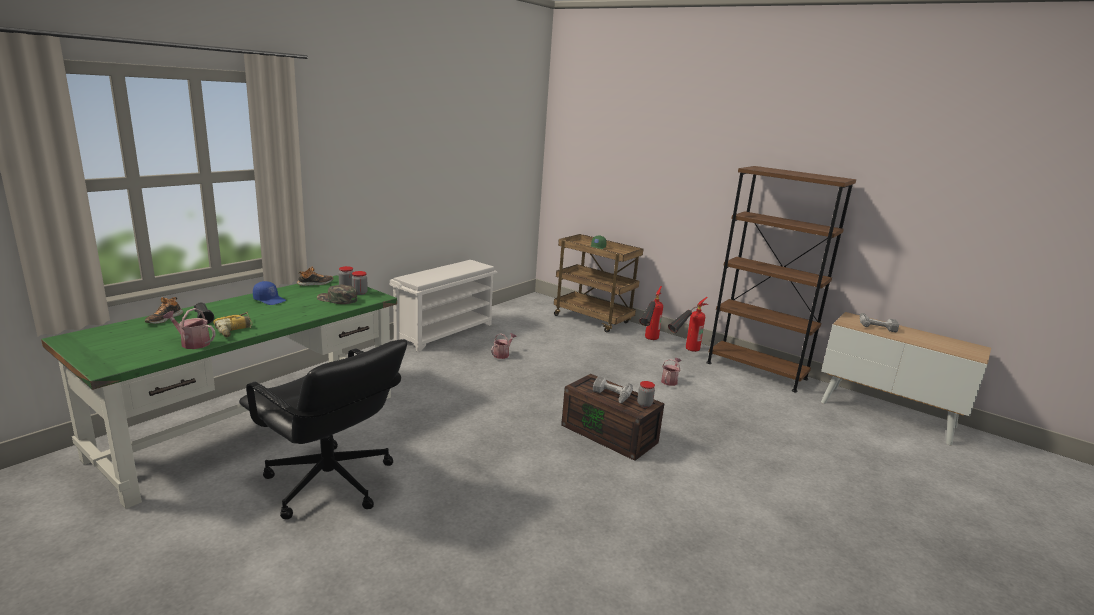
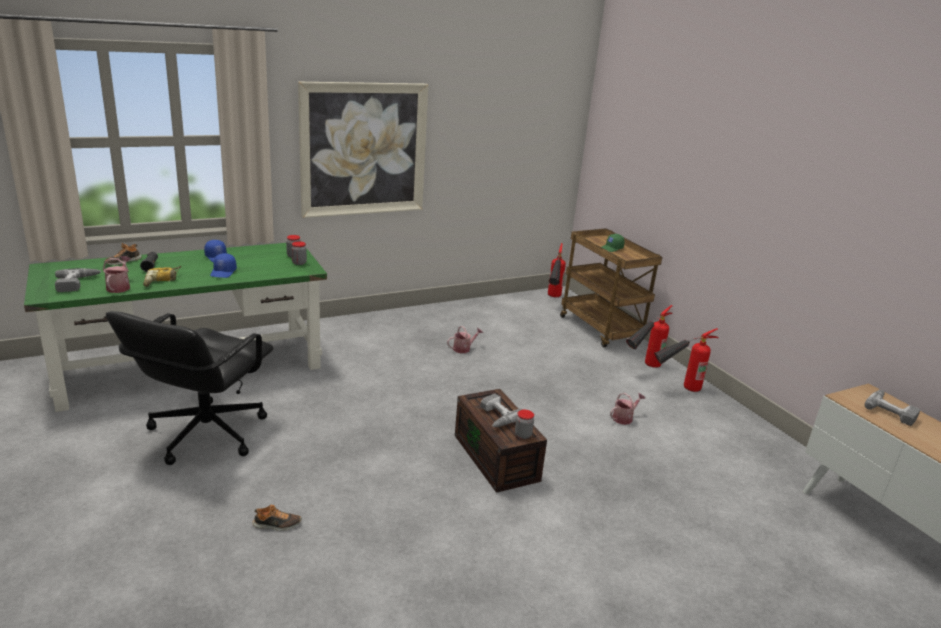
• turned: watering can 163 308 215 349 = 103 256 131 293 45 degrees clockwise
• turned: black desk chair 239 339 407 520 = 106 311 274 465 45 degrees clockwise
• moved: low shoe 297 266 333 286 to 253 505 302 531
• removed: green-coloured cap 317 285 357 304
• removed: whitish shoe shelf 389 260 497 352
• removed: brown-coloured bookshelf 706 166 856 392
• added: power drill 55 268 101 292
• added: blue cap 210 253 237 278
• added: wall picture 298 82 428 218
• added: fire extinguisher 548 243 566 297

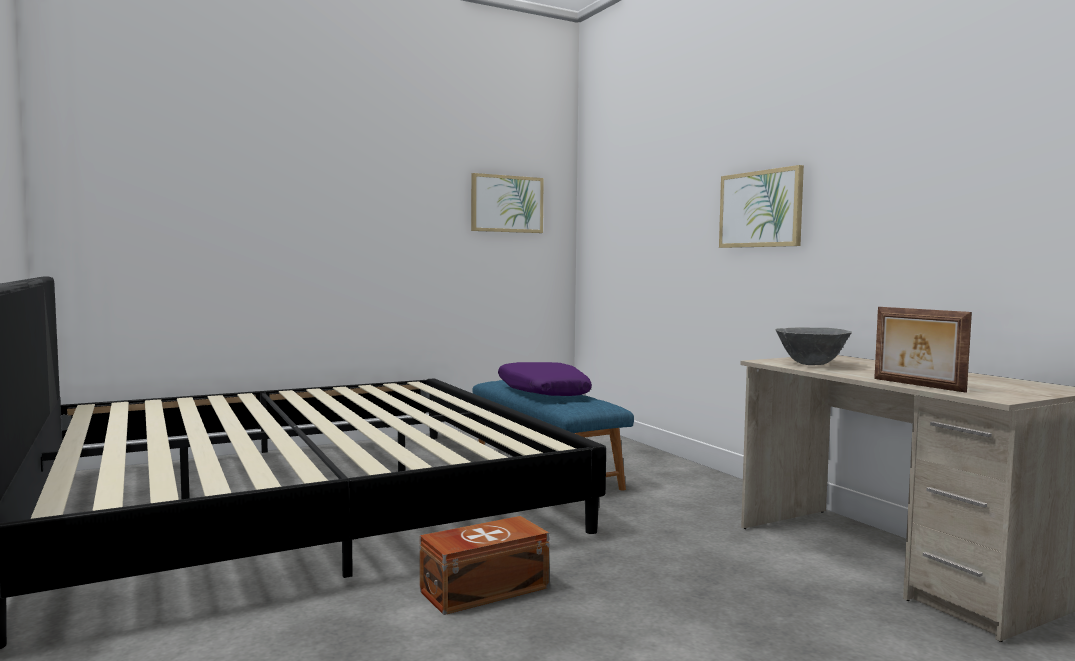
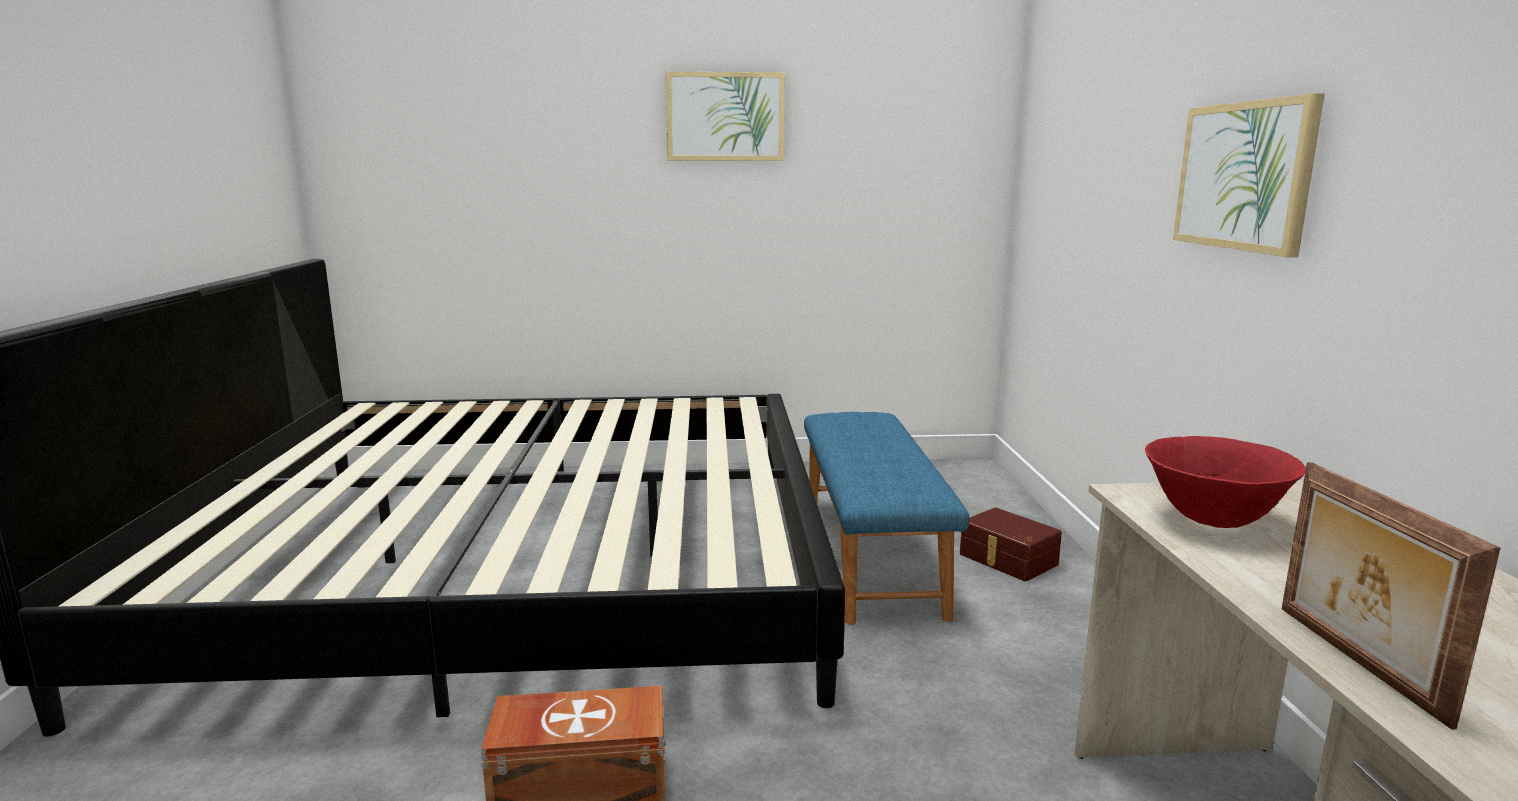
• moved: wall picture 471 173 544 233 to 665 72 785 161
• removed: purple throw pillow 498 362 592 396
• recoloured: gray deep dish 776 327 852 365 to red deep dish 1145 436 1306 528
• added: brown-coloured storage box 960 507 1062 581

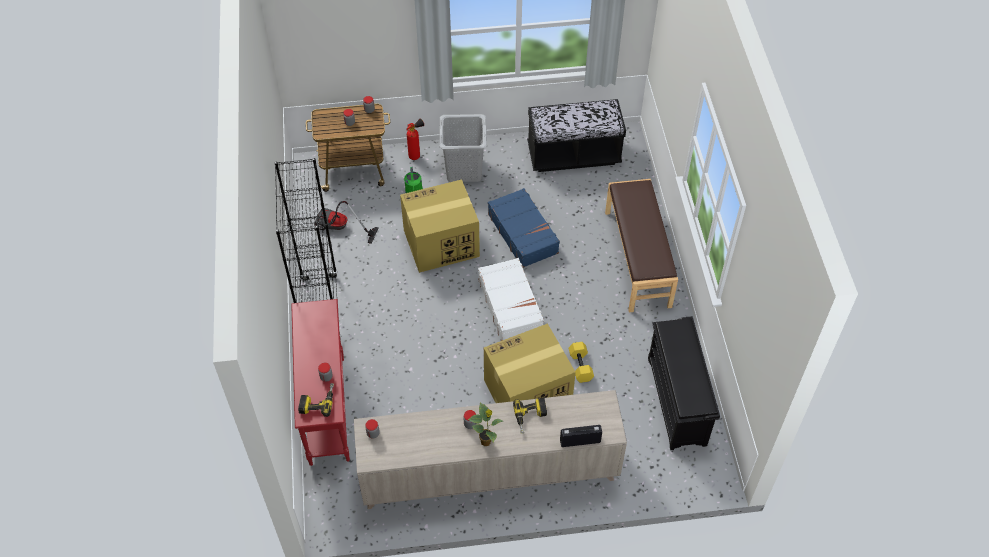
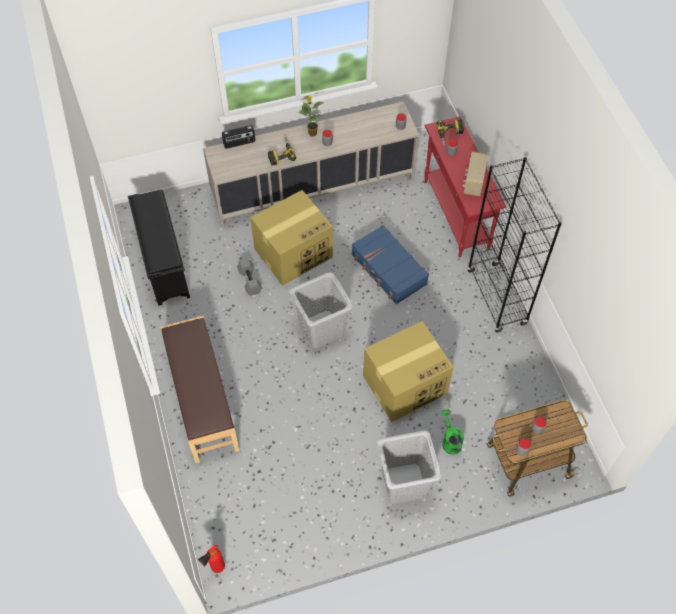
• removed: vacuum 316 201 379 244
• moved: fire extinguisher 407 119 424 160 to 198 544 225 573
• replaced: whitish piece of luggage 478 258 544 341 to gray laundry basket 289 272 353 348
• moved: blue piece of luggage 488 188 560 268 to 352 225 429 304
• removed: black indoor bench 527 99 626 172
• recoloured: yellowish hand weight 568 342 594 383 to gray hand weight 237 259 262 296
• added: radio receiver 463 151 488 197

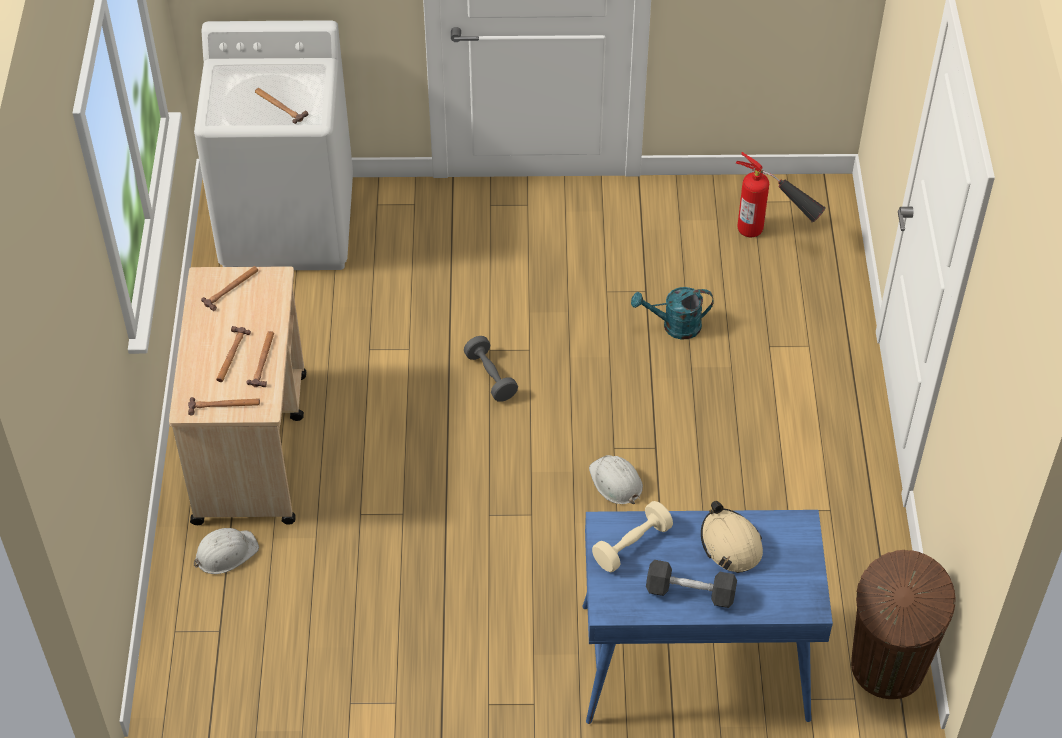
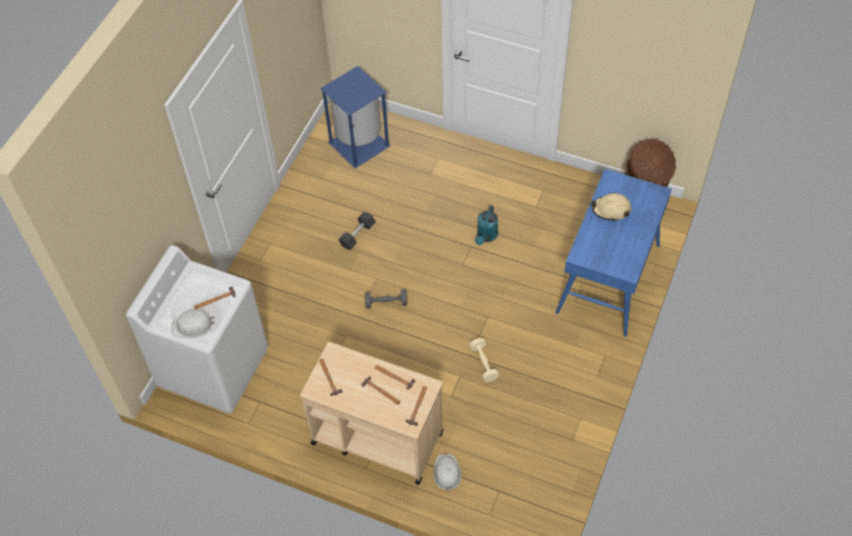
• moved: whitish hard hat 589 455 643 504 to 171 310 214 338
• moved: sand-coloured hand weight 592 501 673 572 to 469 338 499 382
• moved: turquoise-coloured watering can 631 287 714 340 to 475 205 498 245
• moved: black hand weight 646 560 737 608 to 338 212 375 250
• replaced: fire extinguisher 736 152 826 237 to blue rubbish bin 320 66 391 168

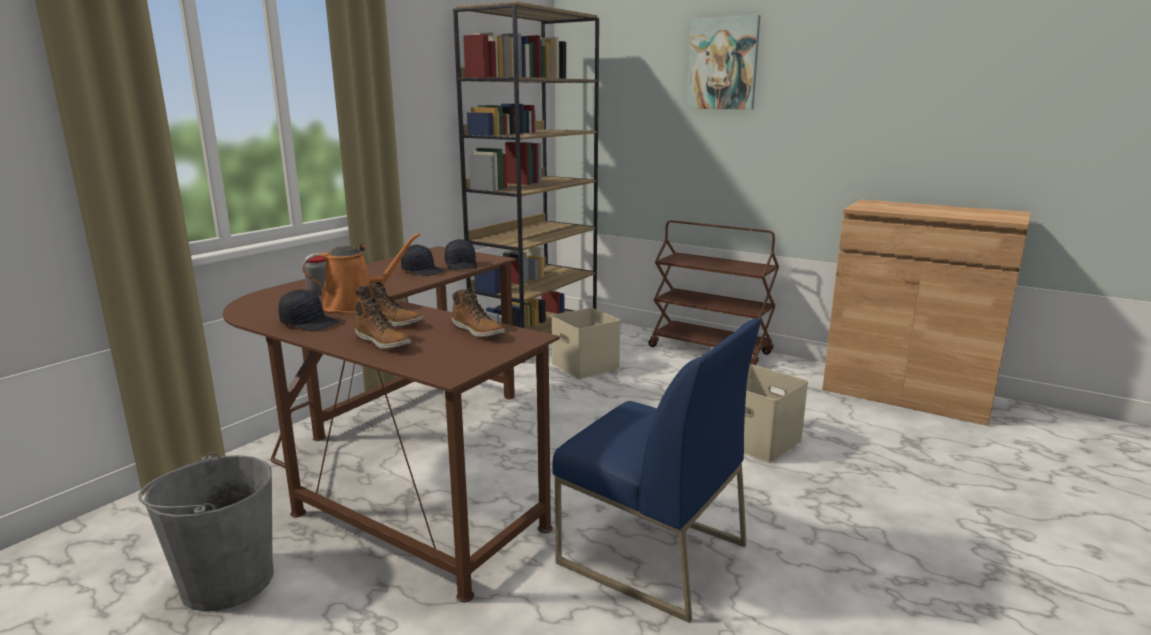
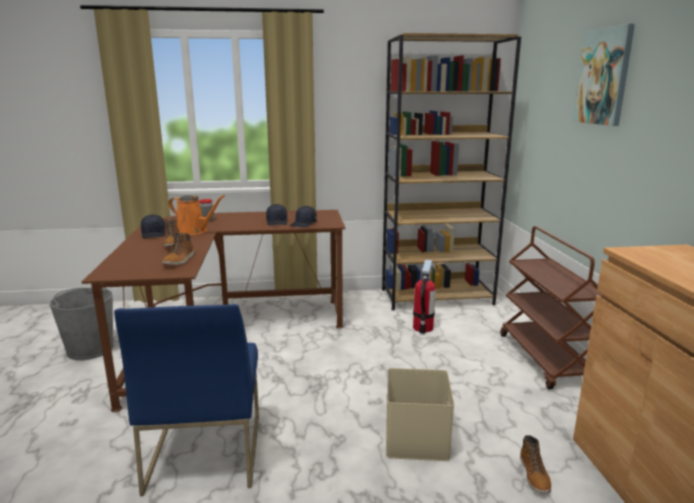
• moved: boot 355 297 411 349 to 520 435 551 494
• replaced: sand-coloured storage box 551 308 621 379 to fire extinguisher 413 260 440 334

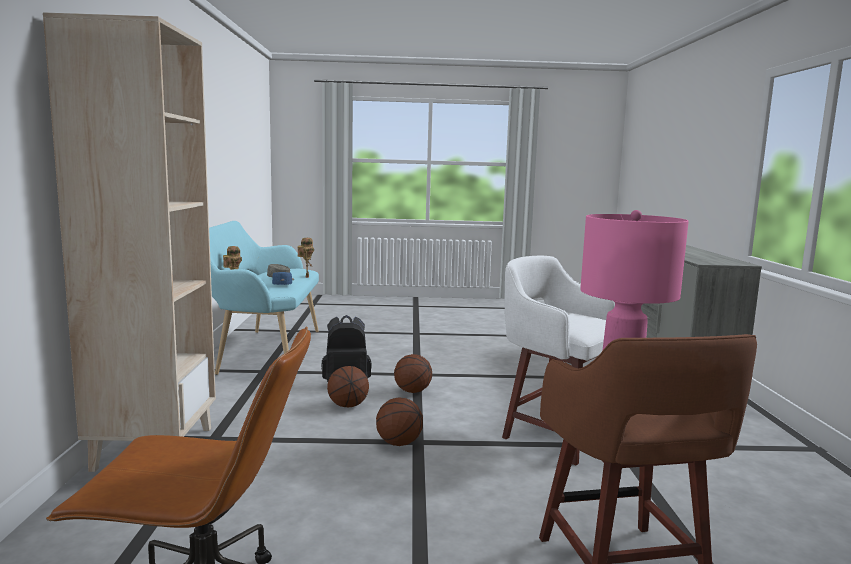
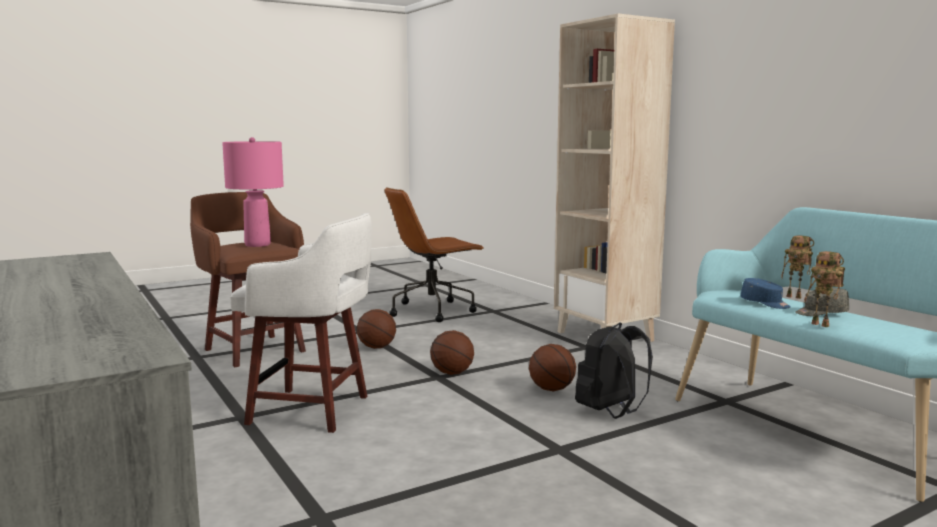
• moved: basketball ball 394 354 432 393 to 357 309 396 349

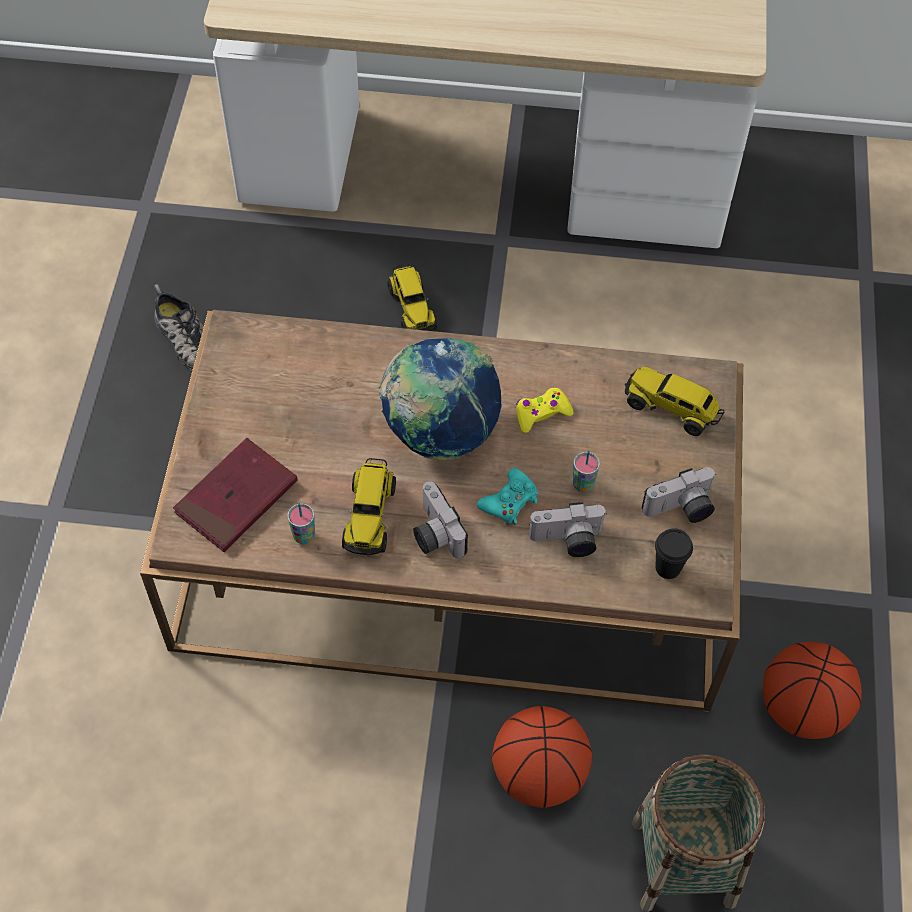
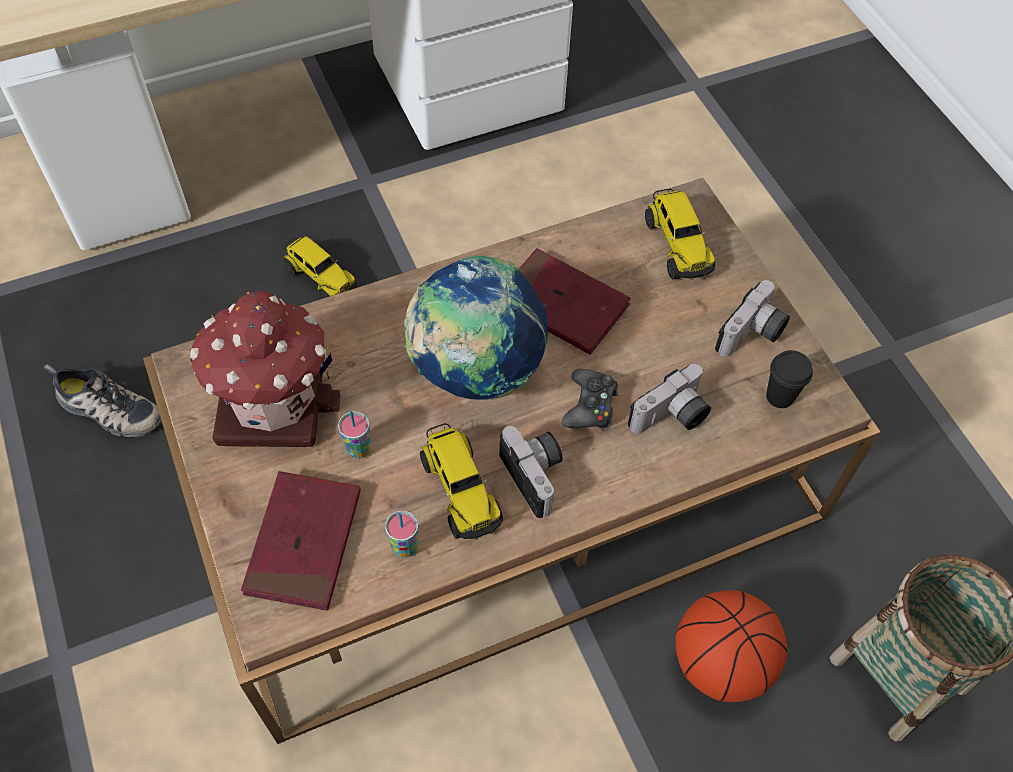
• turned: photo camera 413 481 468 558 = 499 426 563 518 150 degrees counterclockwise
• recoloured: turquoise-coloured game controller 476 468 538 524 to black game controller 562 369 618 428
• replaced: yellowish game controller 516 387 573 433 to red bound book 520 248 630 355
• moved: drinking cup 573 451 600 493 to 338 411 371 459
• turned: toy truck 625 366 724 436 = 645 188 715 280 105 degrees counterclockwise
• removed: basketball ball 763 642 862 739
• added: model house 190 291 341 447

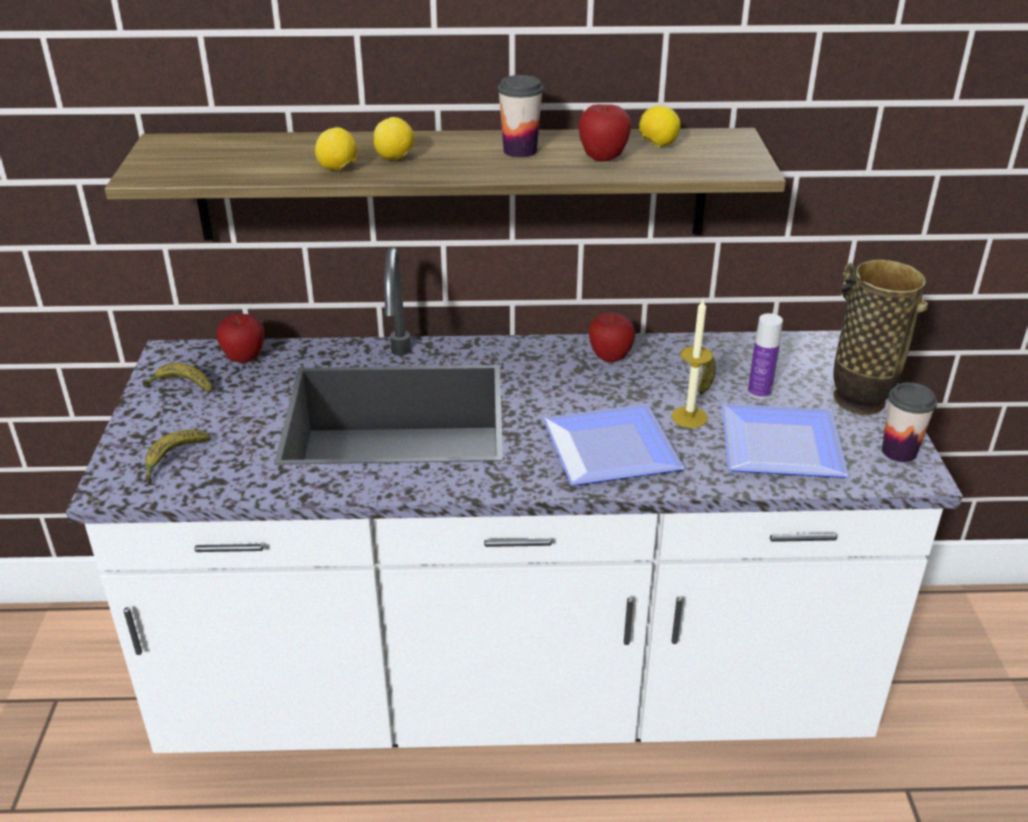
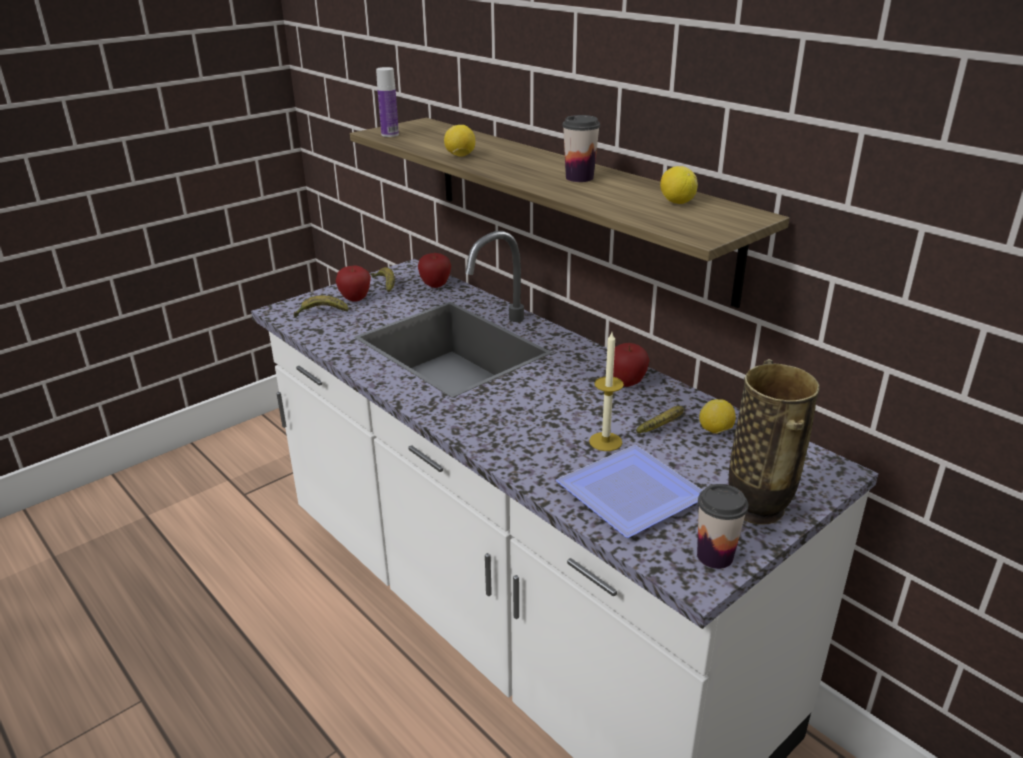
• moved: citrus fruit 374 117 415 160 to 699 399 736 434
• removed: dinner plate 543 404 684 485
• moved: apple fruit 578 104 632 161 to 336 265 371 302
• moved: bottle 748 313 783 399 to 376 67 399 137

